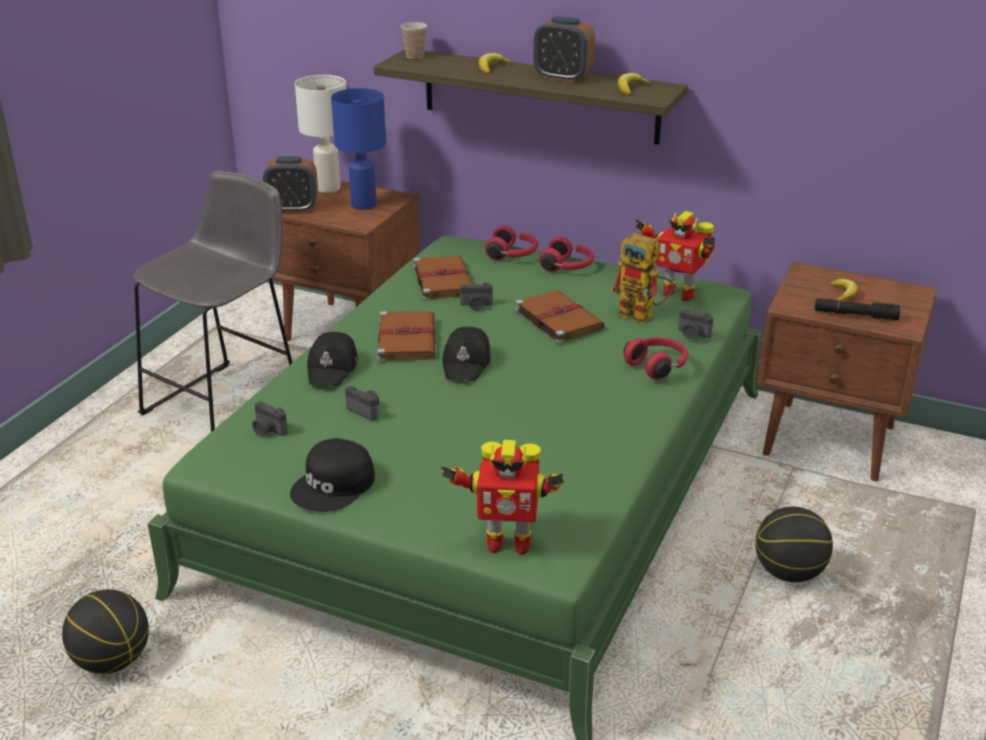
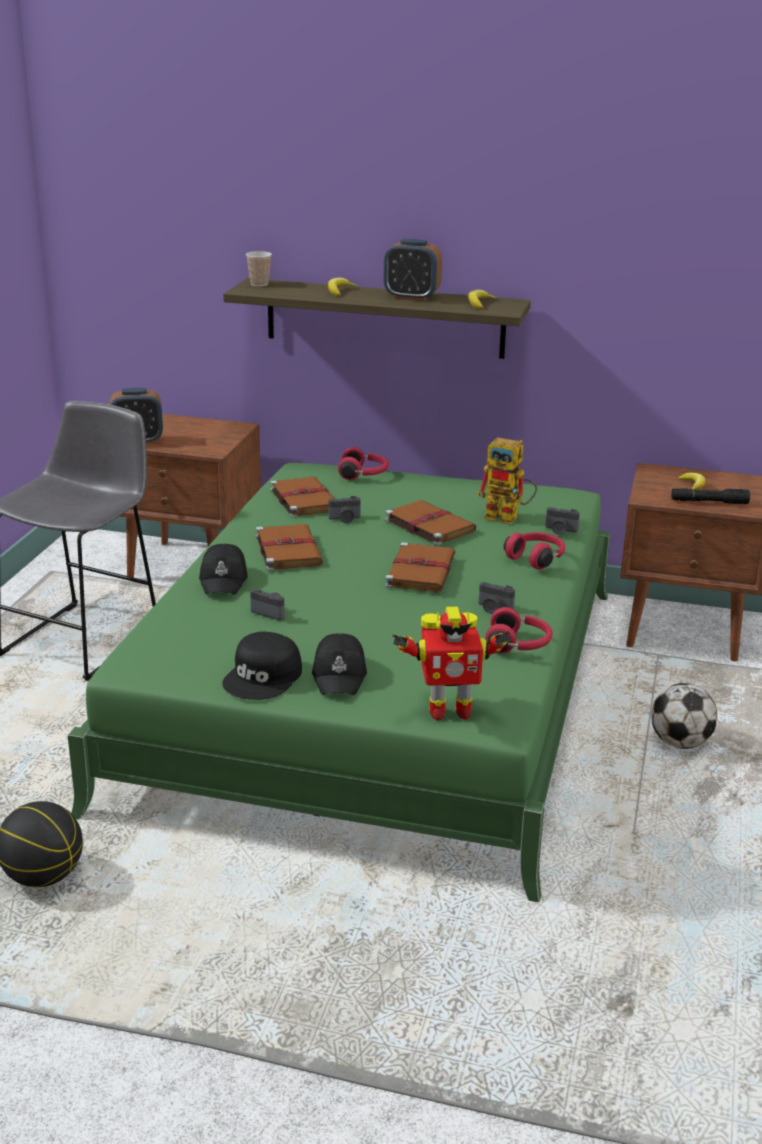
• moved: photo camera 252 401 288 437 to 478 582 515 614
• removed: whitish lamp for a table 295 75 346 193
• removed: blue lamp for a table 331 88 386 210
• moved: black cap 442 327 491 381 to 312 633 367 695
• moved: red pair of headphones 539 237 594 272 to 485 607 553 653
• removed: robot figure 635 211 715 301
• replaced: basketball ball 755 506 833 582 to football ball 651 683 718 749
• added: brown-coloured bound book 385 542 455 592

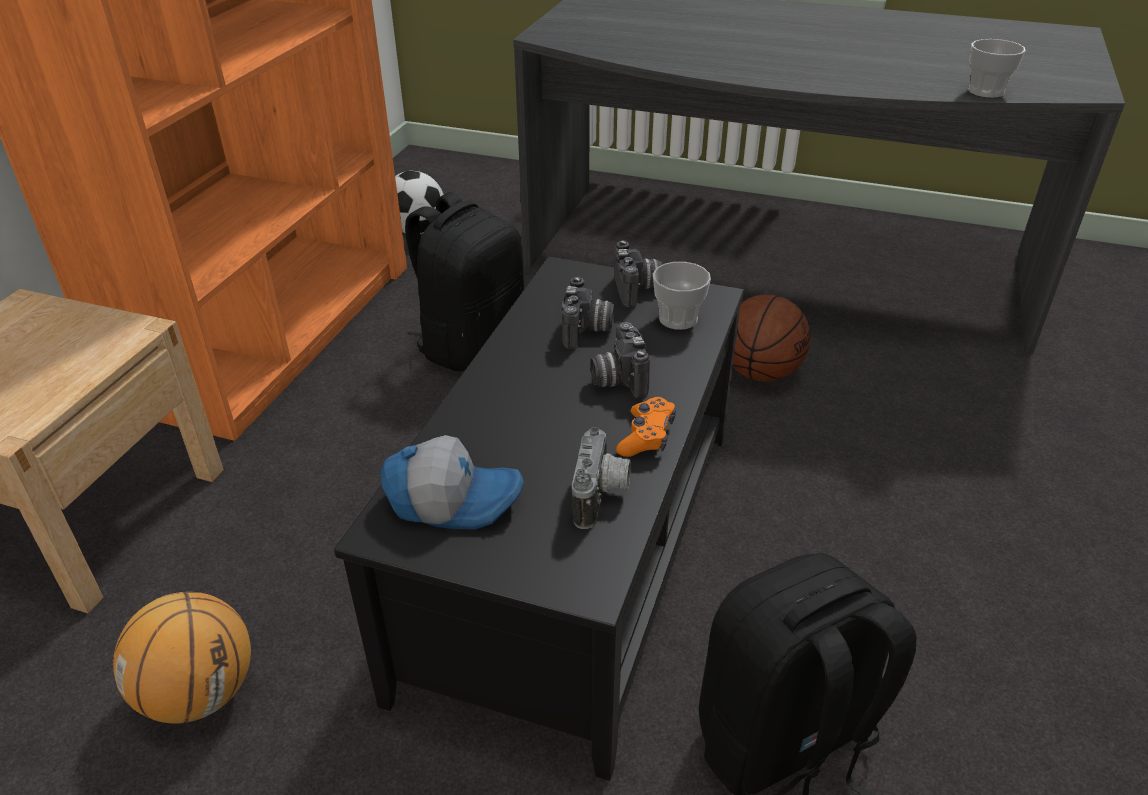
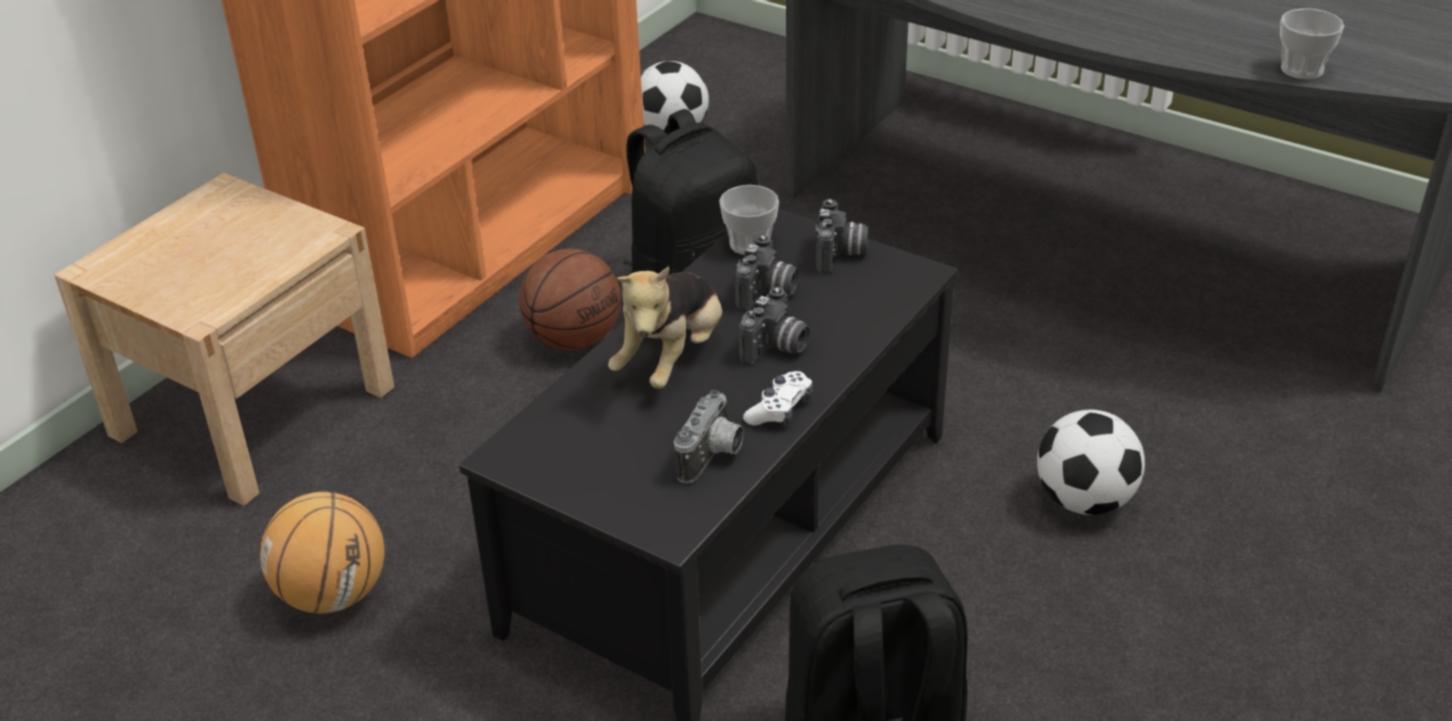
• removed: cap 381 435 524 530
• turned: photo camera 590 322 650 398 = 739 287 810 365 150 degrees counterclockwise
• recoloured: orange-coloured game controller 616 397 676 457 to whitish game controller 743 371 813 425
• moved: drinking cup 653 262 711 330 to 719 185 779 255
• moved: basketball ball 733 295 811 381 to 519 249 621 350
• added: soft toy 608 266 722 389
• added: football ball 1037 410 1145 515

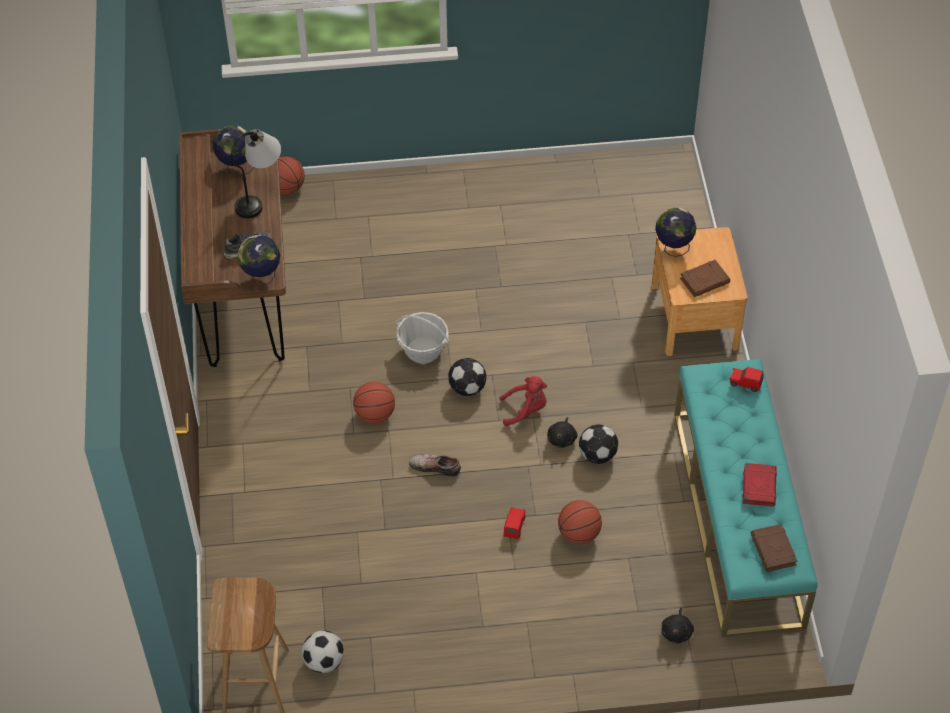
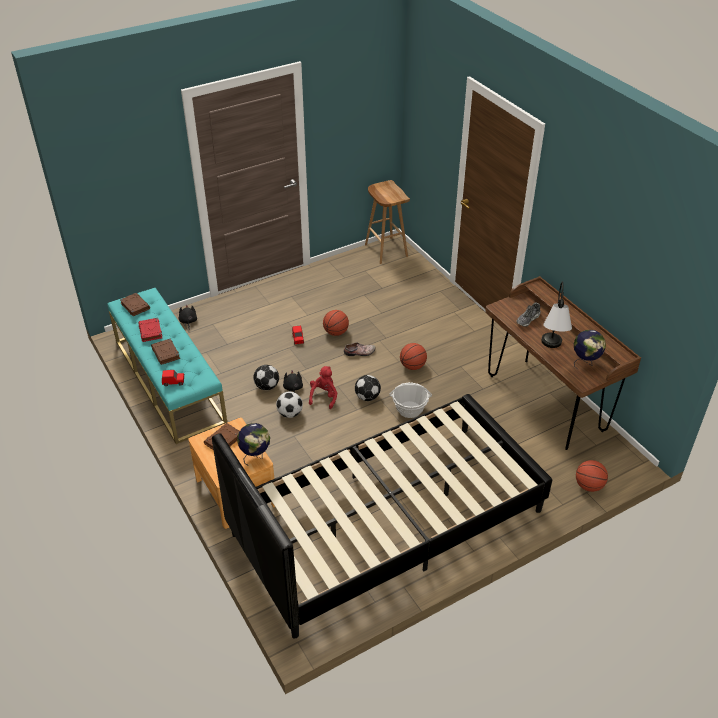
• removed: globe 238 235 280 285
• moved: football ball 302 630 344 673 to 276 391 303 418
• turned: red soft toy 500 376 547 426 = 309 366 337 409 135 degrees clockwise
• moved: basketball ball 558 500 602 544 to 323 310 349 336
• added: brown-coloured bound book 151 339 180 365
• added: black bedroom bed 212 394 552 639

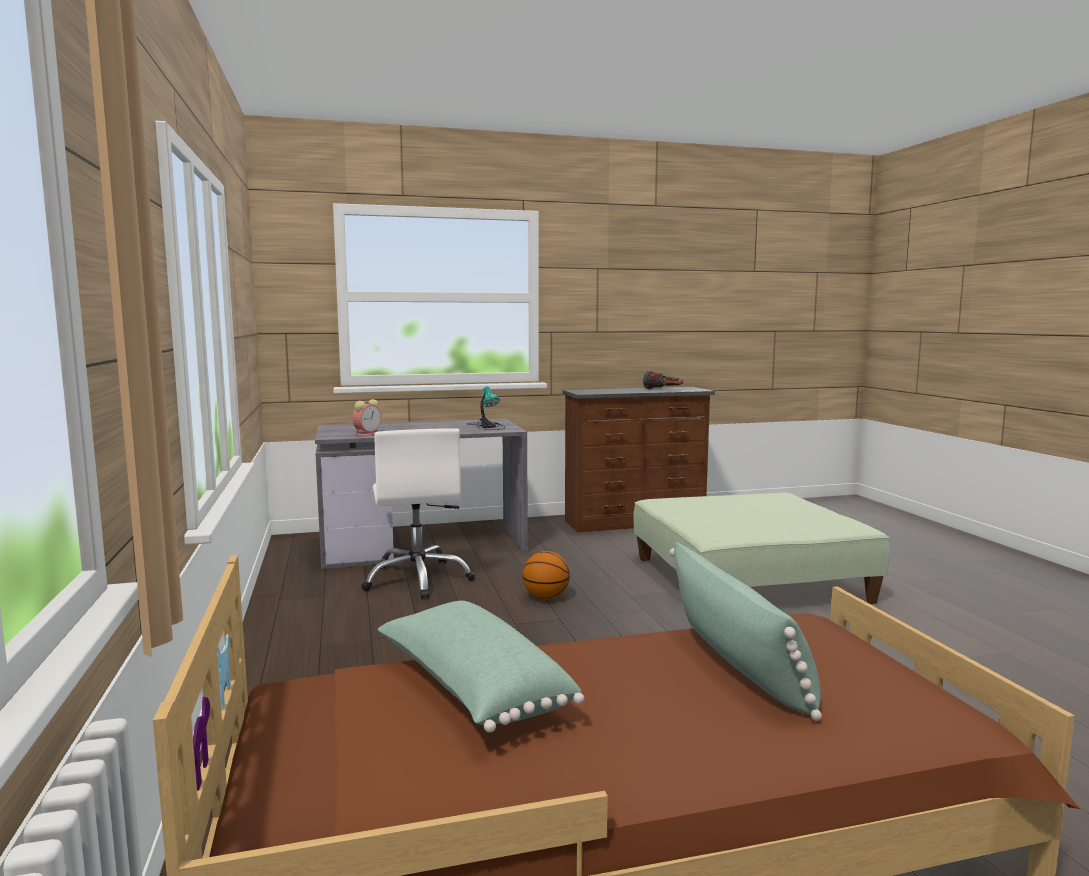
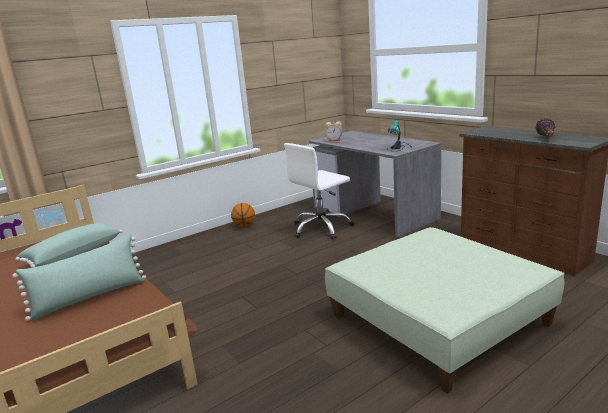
• moved: basketball ball 522 551 570 599 to 231 203 255 227

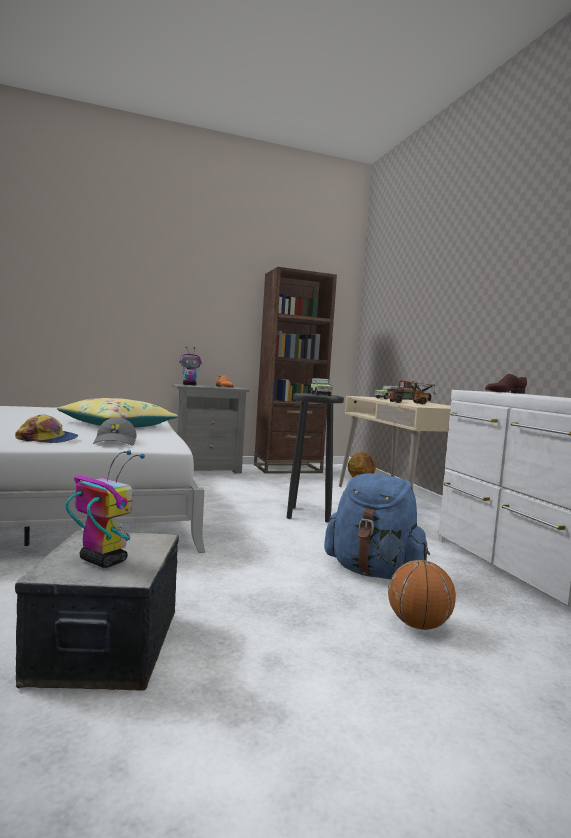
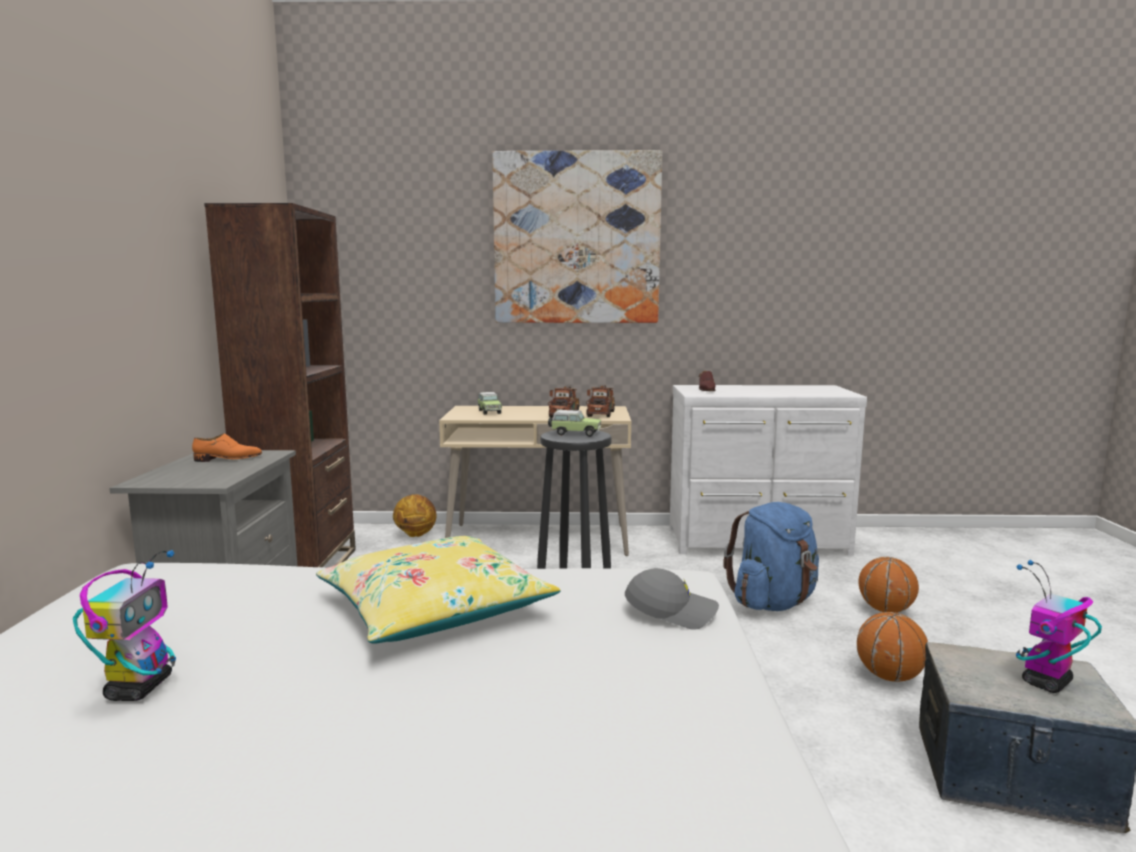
• removed: cap 15 415 79 443
• moved: robot figure 180 347 202 385 to 73 550 176 701
• added: wall picture 492 150 662 323
• added: toy truck 586 385 615 417
• added: basketball ball 857 612 928 682

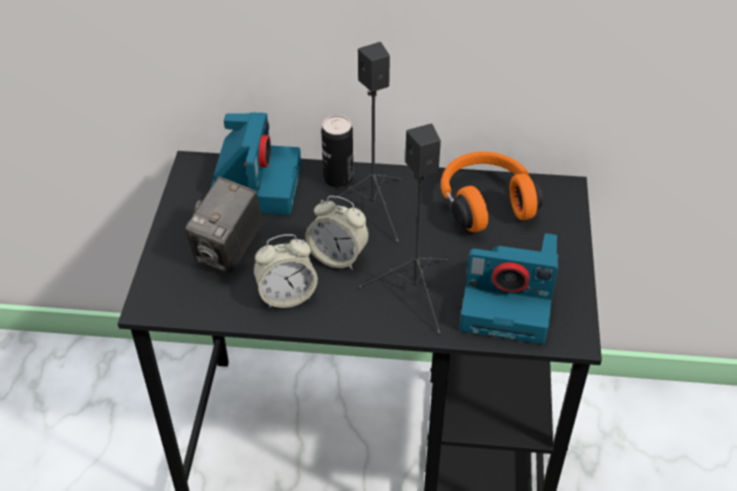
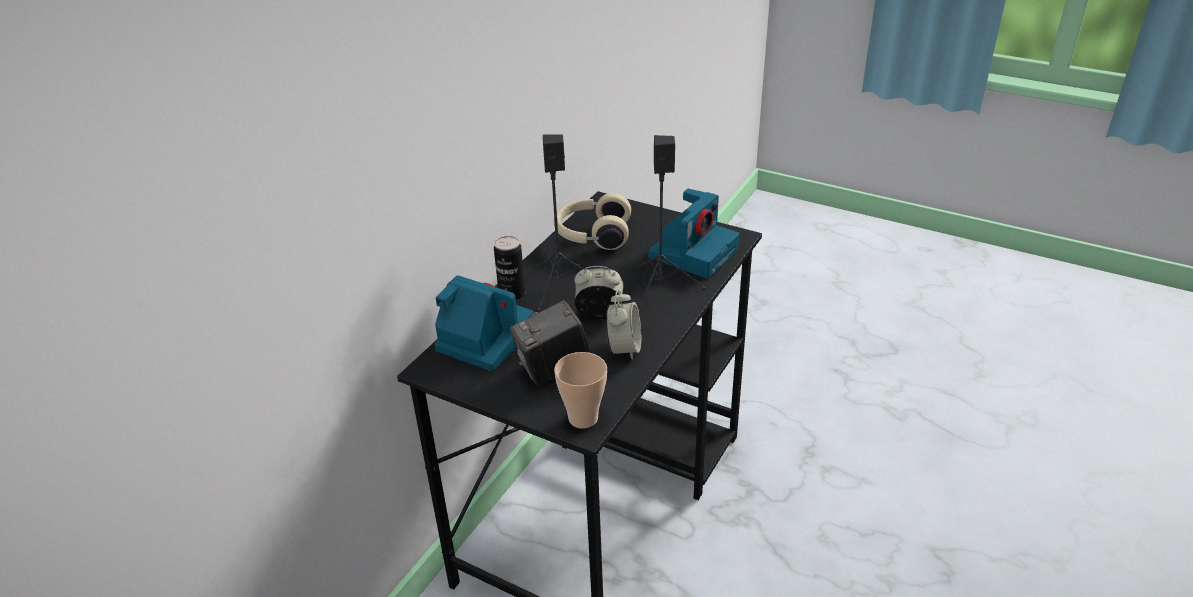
• turned: photo camera 185 177 263 274 = 510 300 591 386 105 degrees clockwise
• turned: alarm clock 305 196 369 269 = 574 266 624 319 135 degrees counterclockwise
• recoloured: orange-coloured pair of headphones 441 152 543 232 to sand-coloured pair of headphones 554 193 631 250
• added: drinking cup 554 352 607 429

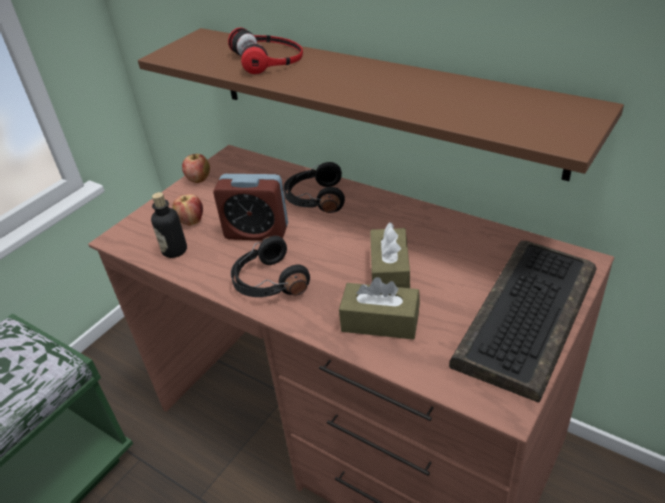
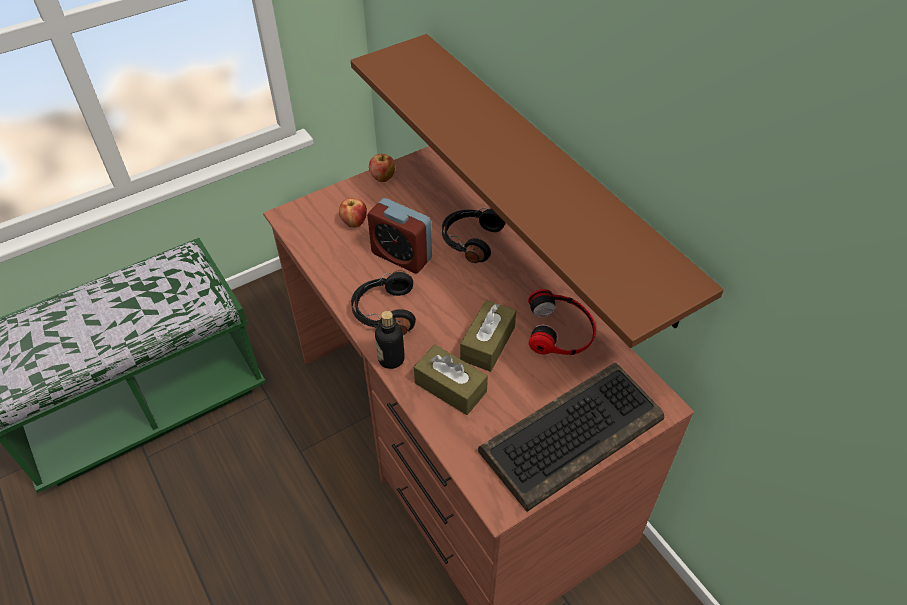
• moved: bottle 151 192 187 258 to 375 311 405 369
• moved: pair of headphones 228 28 303 74 to 528 289 596 355

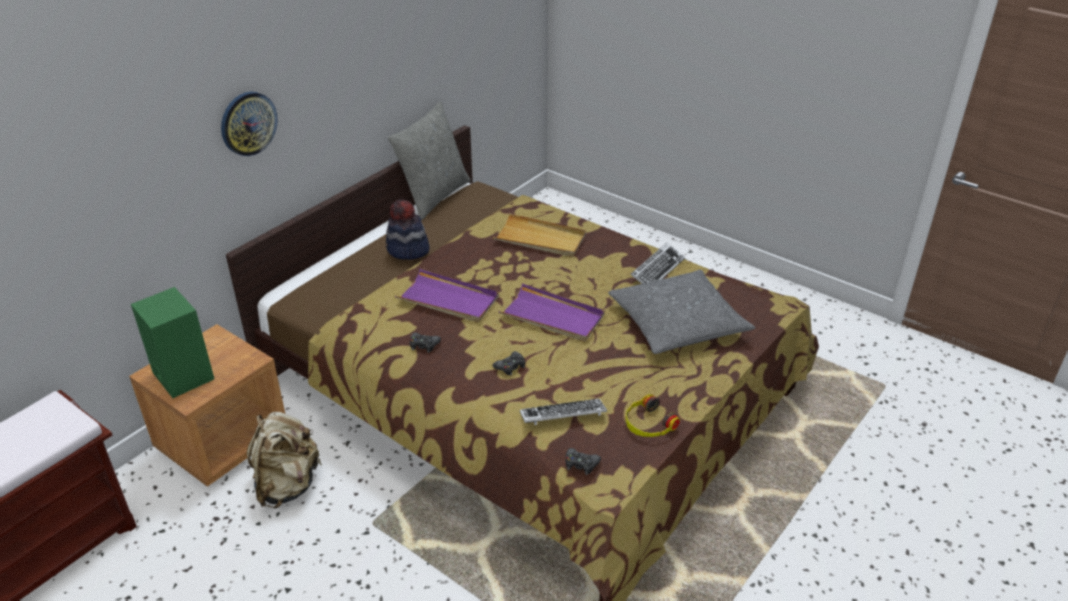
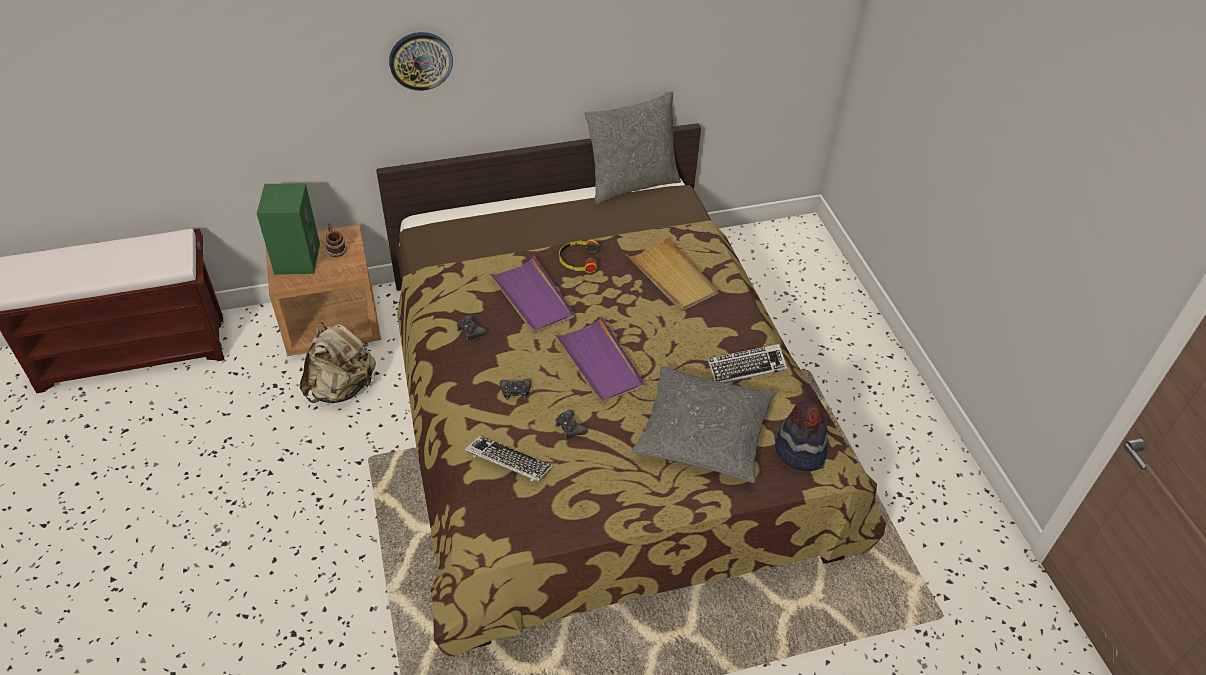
• moved: clothing hat 386 199 429 260 to 775 400 828 471
• moved: black game controller 565 448 601 475 to 555 410 588 438
• moved: pair of headphones 625 394 680 437 to 559 239 599 273
• added: mug 325 223 347 257

